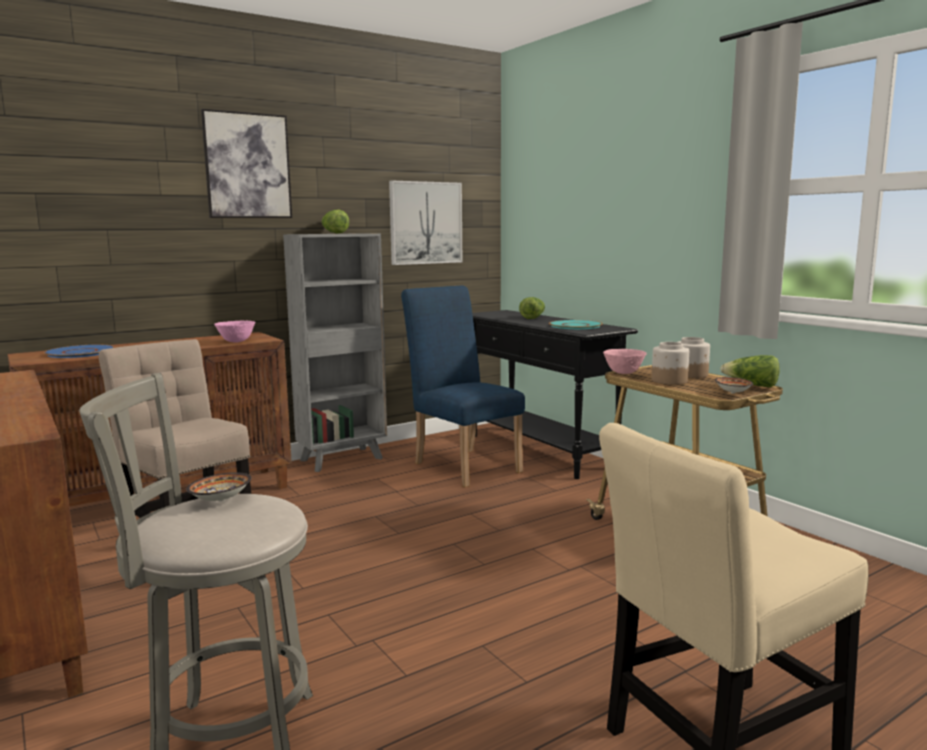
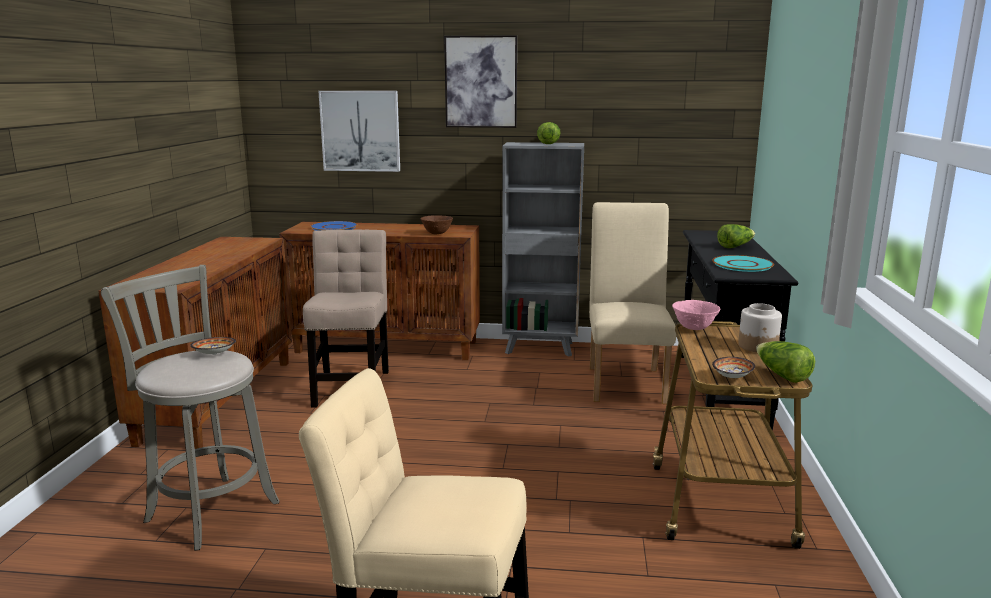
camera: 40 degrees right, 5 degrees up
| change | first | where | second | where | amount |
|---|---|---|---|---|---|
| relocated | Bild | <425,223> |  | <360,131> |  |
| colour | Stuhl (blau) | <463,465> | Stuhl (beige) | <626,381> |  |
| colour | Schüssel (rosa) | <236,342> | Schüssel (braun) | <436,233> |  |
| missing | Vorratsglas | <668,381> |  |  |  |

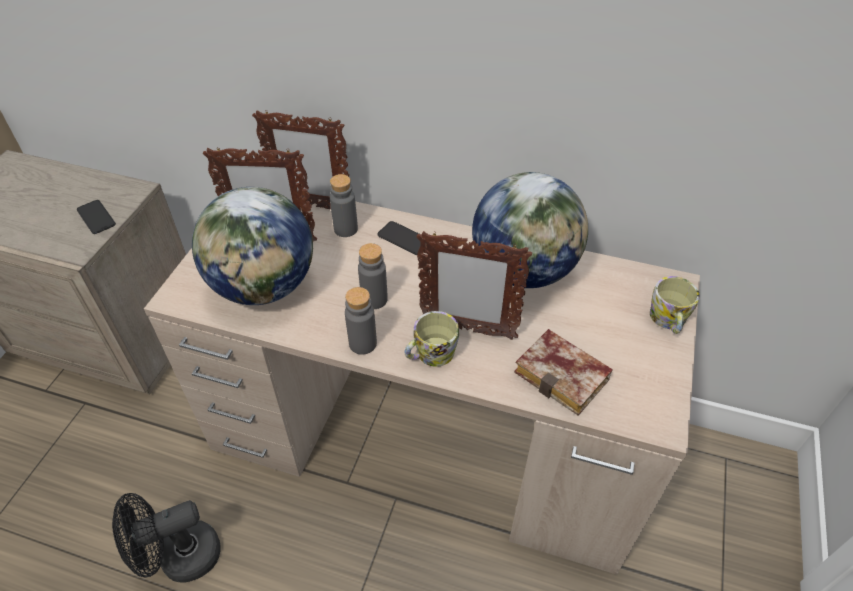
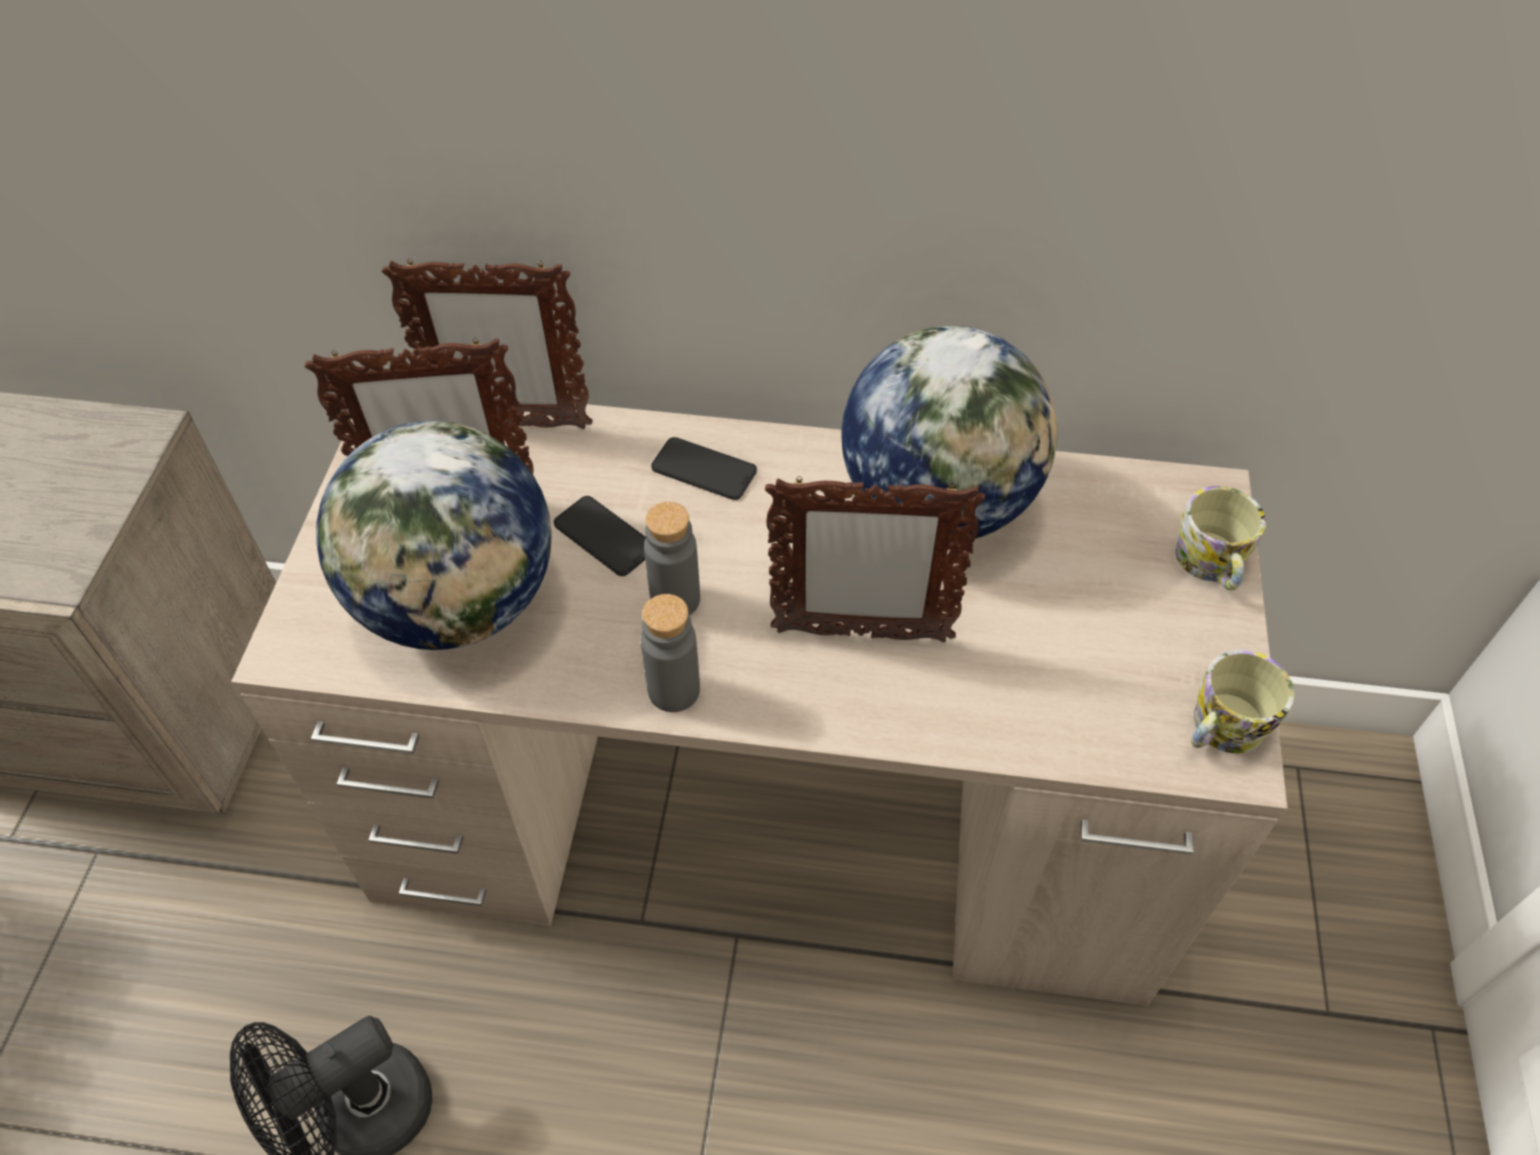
camera: 10 degrees left, 5 degrees up
| change | first | where | second | where | amount |
|---|---|---|---|---|---|
| missing | Flasche (grau) | <346,229> |  |  |  |
| relocated | Handy | <96,217> |  | <604,536> |  |
| relocated | Henkelbecher | <430,354> |  | <1220,730> |  |
| missing | Buch | <565,376> |  |  |  |

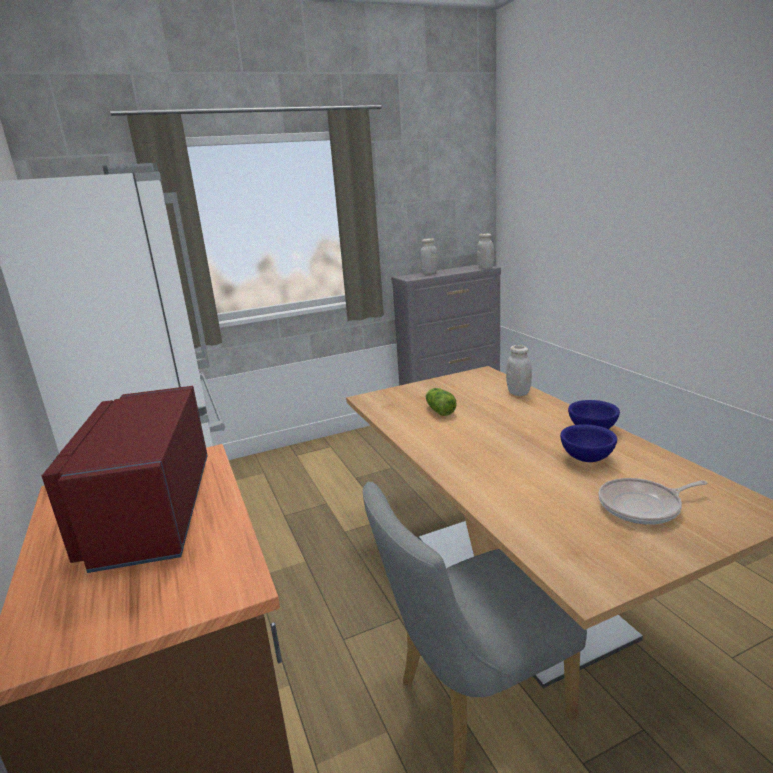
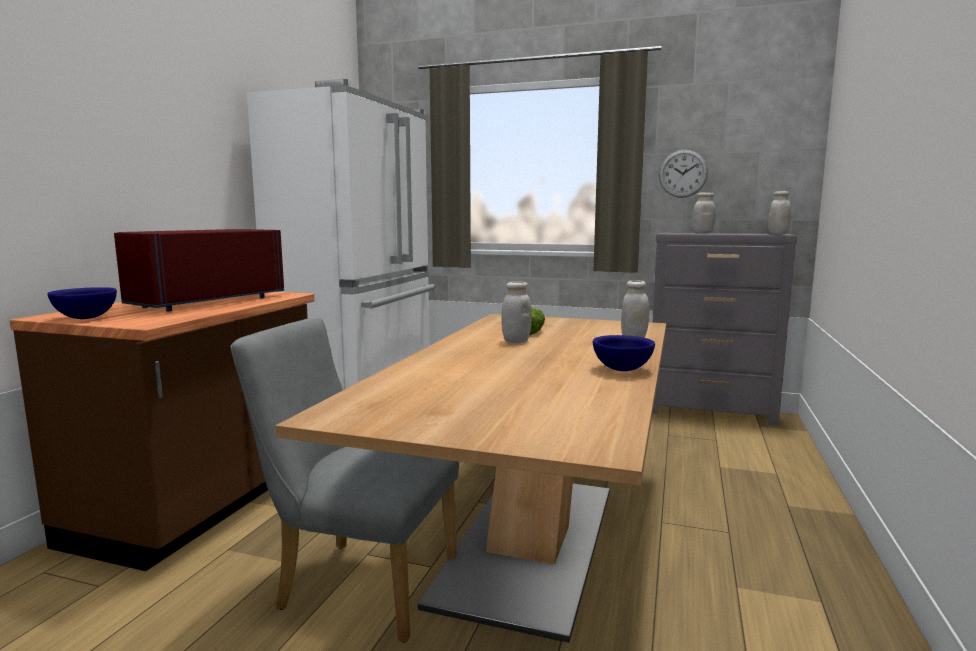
camera: 40 degrees right, 10 degrees down
| change | first | where | second | where | amount |
|---|---|---|---|---|---|
| relocated | Schüssel (blau) | <586,458> |  | <87,318> |  |
| missing | Pfanne | <643,506> |  |  |  |
| appeared |  |  | Wanduhr | <683,173> |  |
| appeared |  |  | Vorratsglas (weiß) | <516,341> |  |

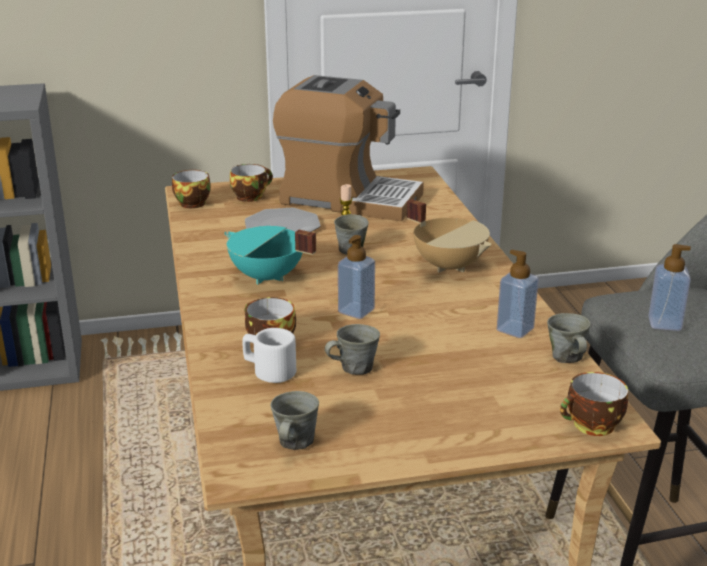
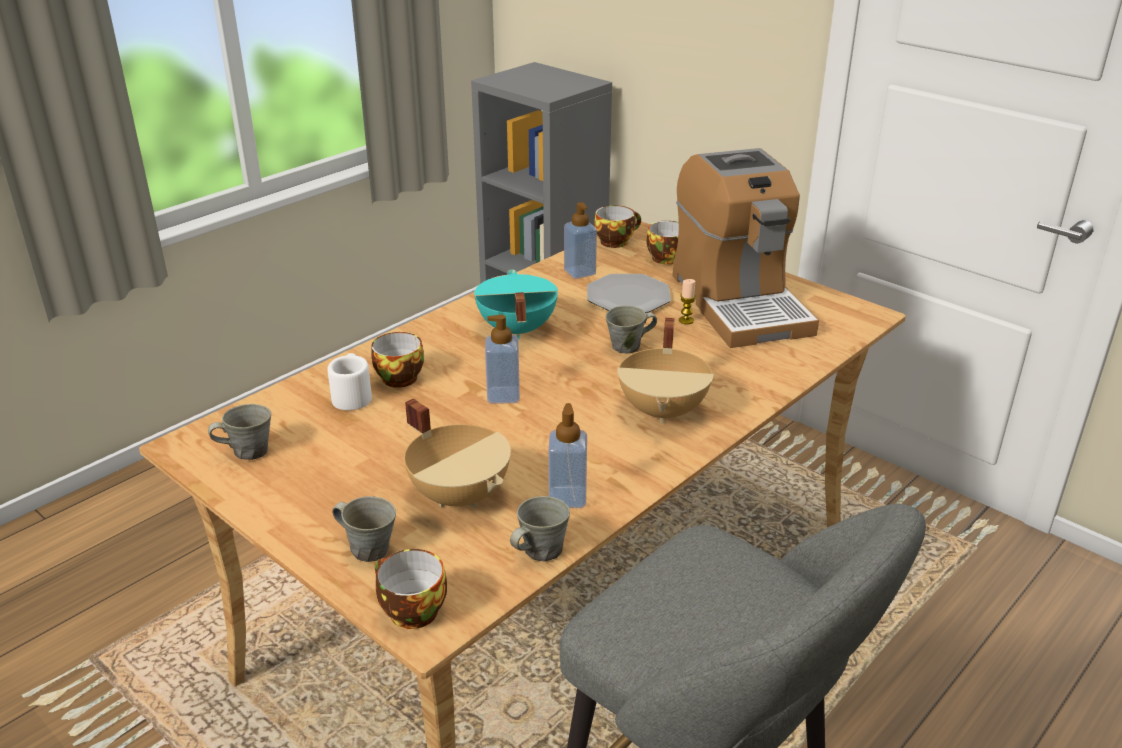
camera: 55 degrees right, 5 degrees up
| change | first | where | second | where | amount |
|---|---|---|---|---|---|
| relocated | Seifenspender | <664,323> |  | <579,272> |  |
| relocated | Henkelbecher (grau) | <354,368> |  | <368,548> |  |
| appeared |  |  | Kochtopf (beige) | <461,494> |  |

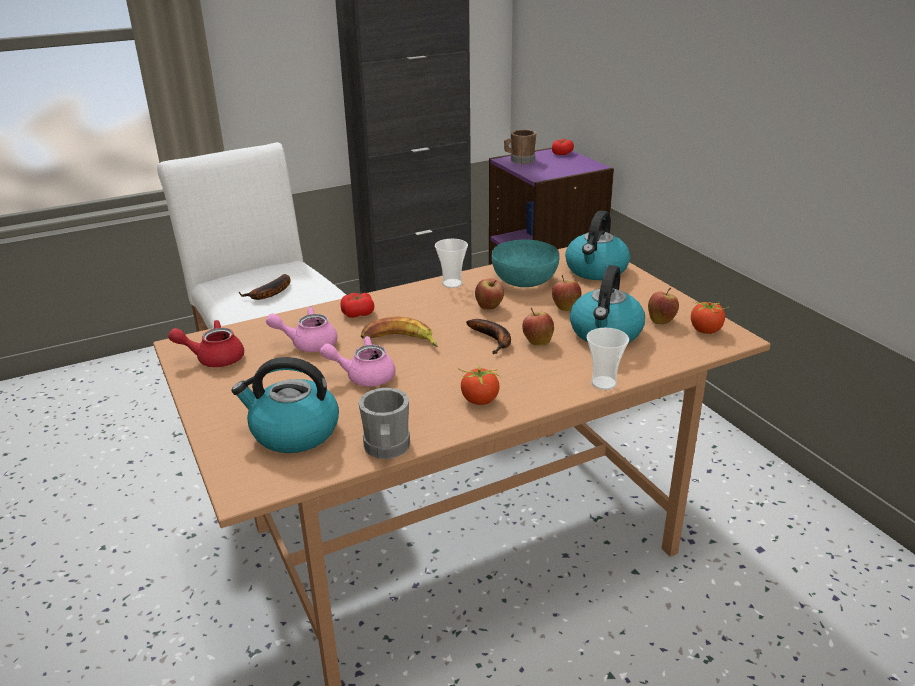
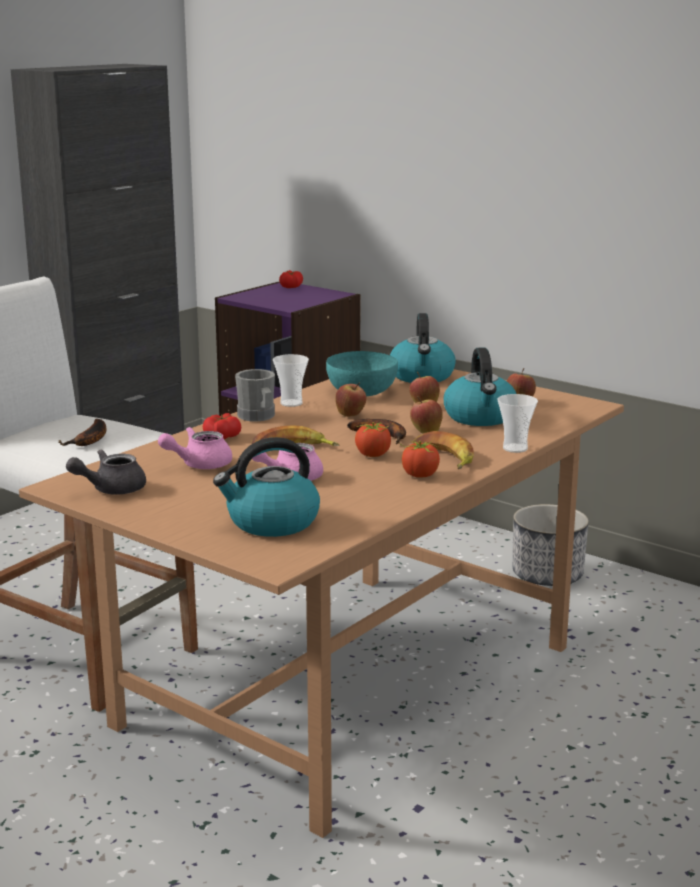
camera: 25 degrees left, 10 degrees down
| change | first | where | second | where | amount |
|---|---|---|---|---|---|
| missing | Henkelbecher (braun) | <519,161> |  |  |  |
| relocated | Tomate | <706,330> |  | <373,455> |  |
| colour | Teekanne (rot) | <214,358> | Teekanne (grau) | <111,489> |  |
| relocated | Henkelbecher (grau) | <387,449> |  | <258,417> |  |
| appeared |  |  | Banane | <443,458> |  |
| appeared |  |  | Pflanzkübel | <548,575> |  |

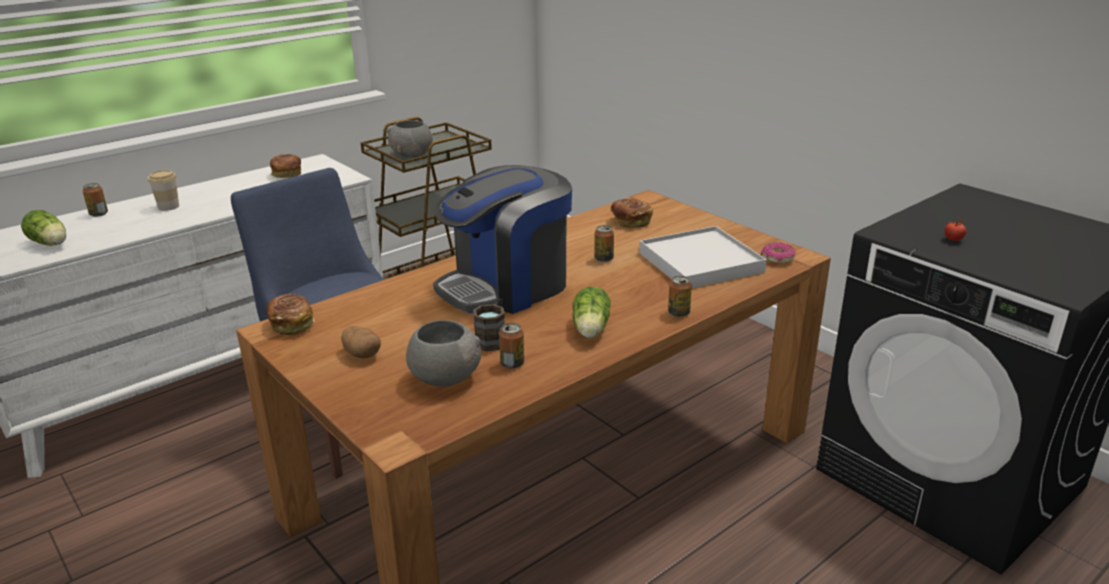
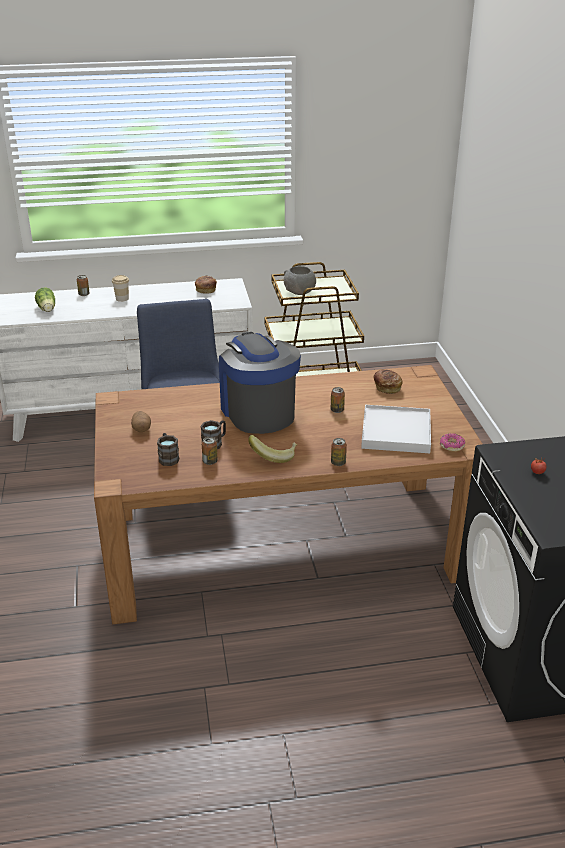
camera: 30 degrees right, 5 degrees up
| change | first | where | second | where | amount |
|---|---|---|---|---|---|
| spun | Kaffeemaschine | <506,287> |  | <258,411> | 75 degrees clockwise |
| exchanged | Salatkopf | <590,330> | Banane | <274,456> |  |
| missing | Brot | <292,324> |  |  |  |
| exchanged | Schüssel (grau) | <444,378> | Henkelbecher (braun) | <168,457> |  |

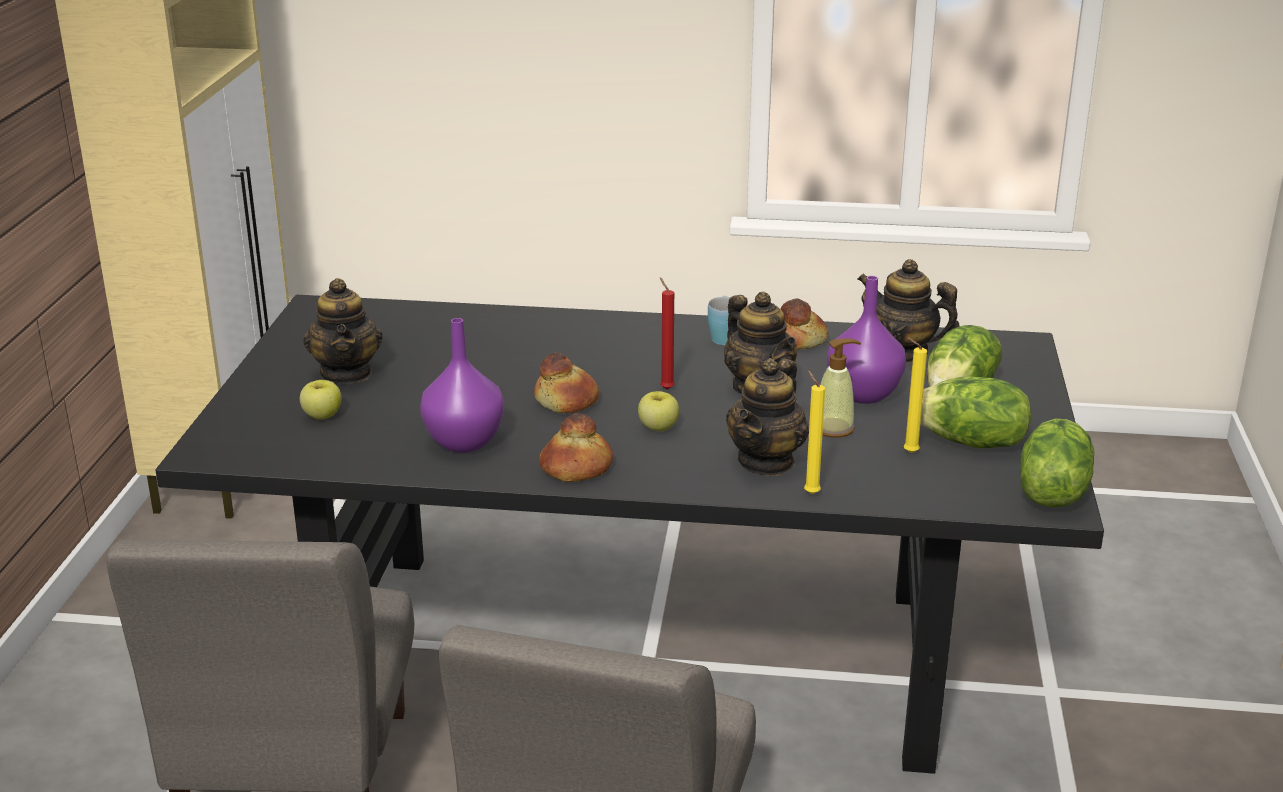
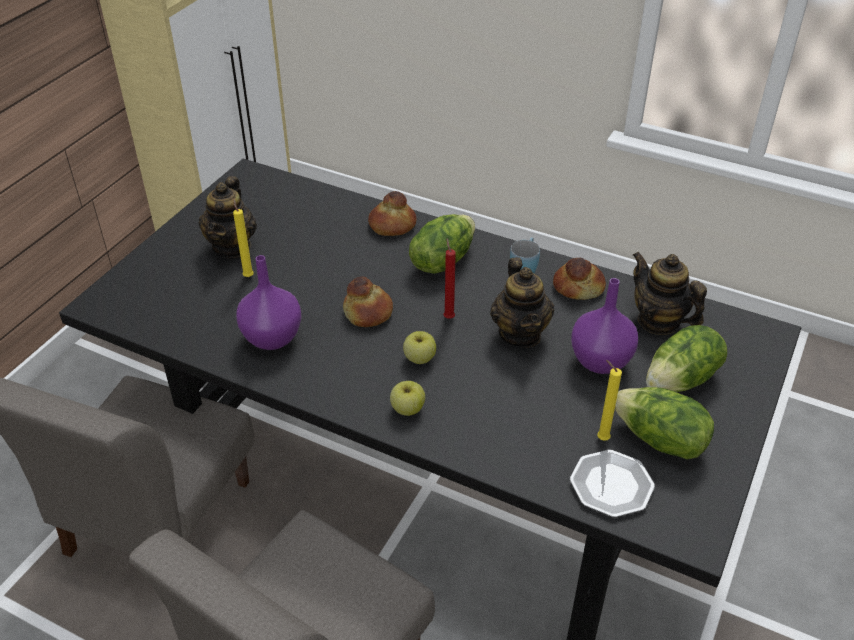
camera: 20 degrees right, 15 degrees up
| change | first | where | second | where | amount |
|---|---|---|---|---|---|
| missing | Seifenspender | <834,428> |  |  |  |
| missing | Teekanne | <766,461> |  |  |  |
| relocated | Kerze (gelb) | <810,493> |  | <248,275> |  |
| relocated | Apfel | <322,415> |  | <407,409> |  |
| relocated | Brot | <576,468> |  | <392,225> |  |
| relocated | Salatkopf | <1051,491> |  | <442,260> |  |
| appeared |  |  | Teller | <610,485> |  |

